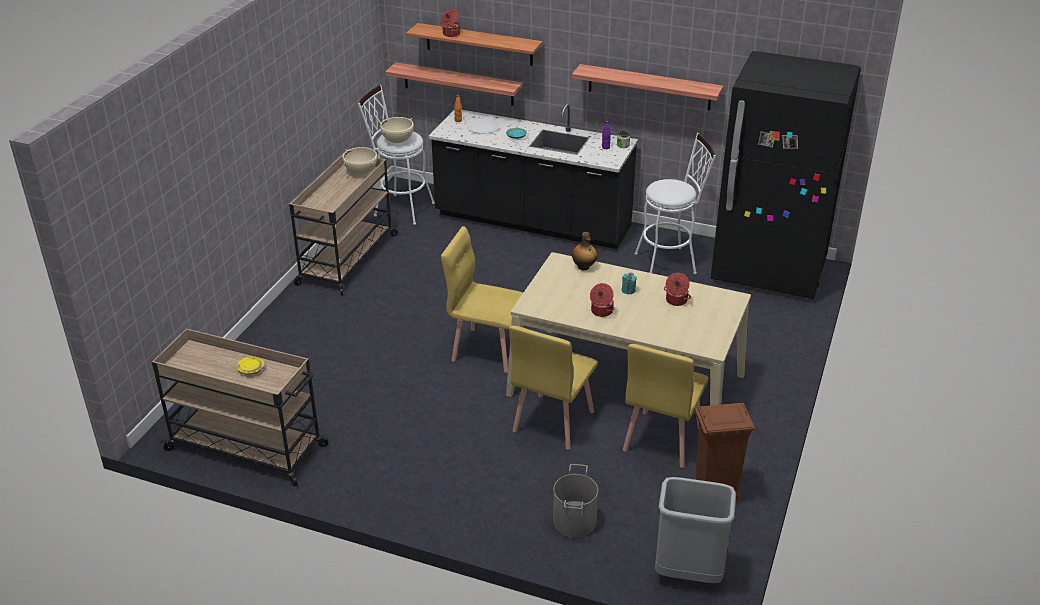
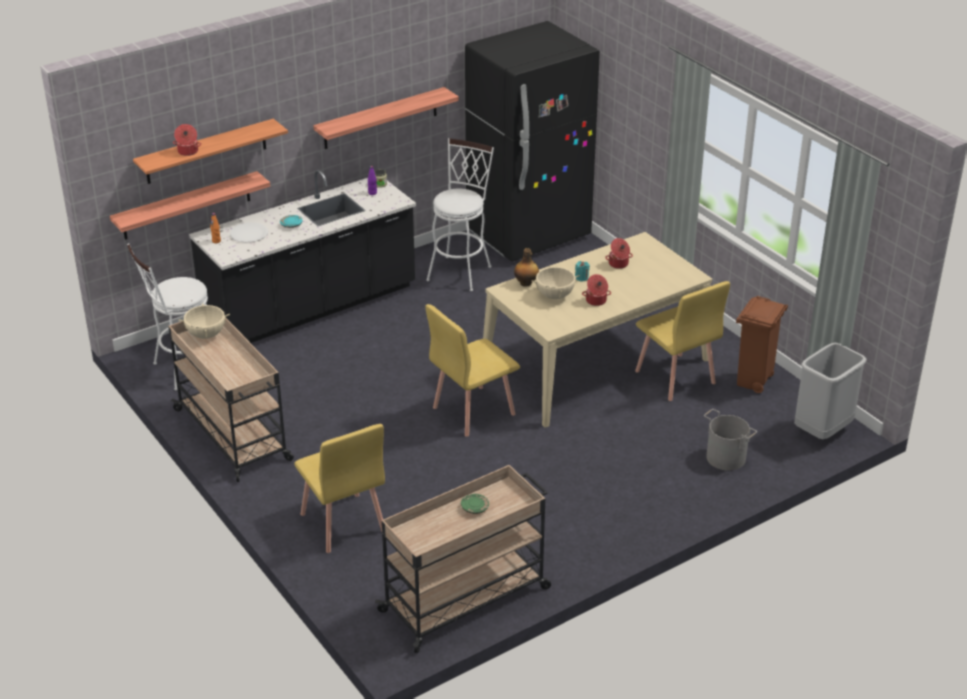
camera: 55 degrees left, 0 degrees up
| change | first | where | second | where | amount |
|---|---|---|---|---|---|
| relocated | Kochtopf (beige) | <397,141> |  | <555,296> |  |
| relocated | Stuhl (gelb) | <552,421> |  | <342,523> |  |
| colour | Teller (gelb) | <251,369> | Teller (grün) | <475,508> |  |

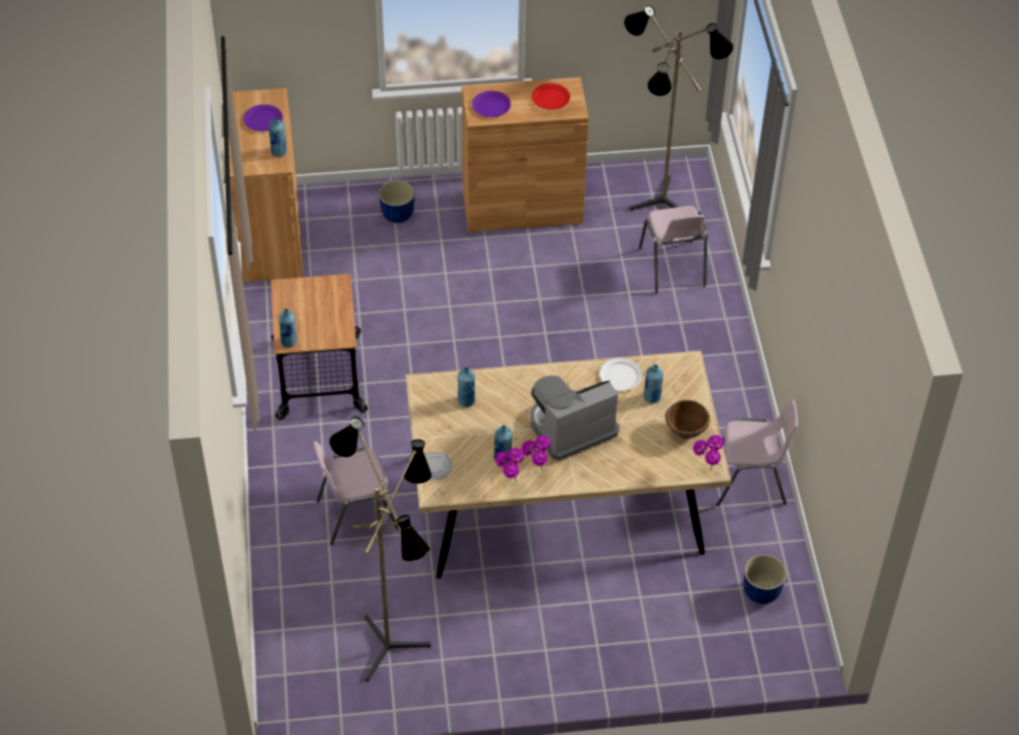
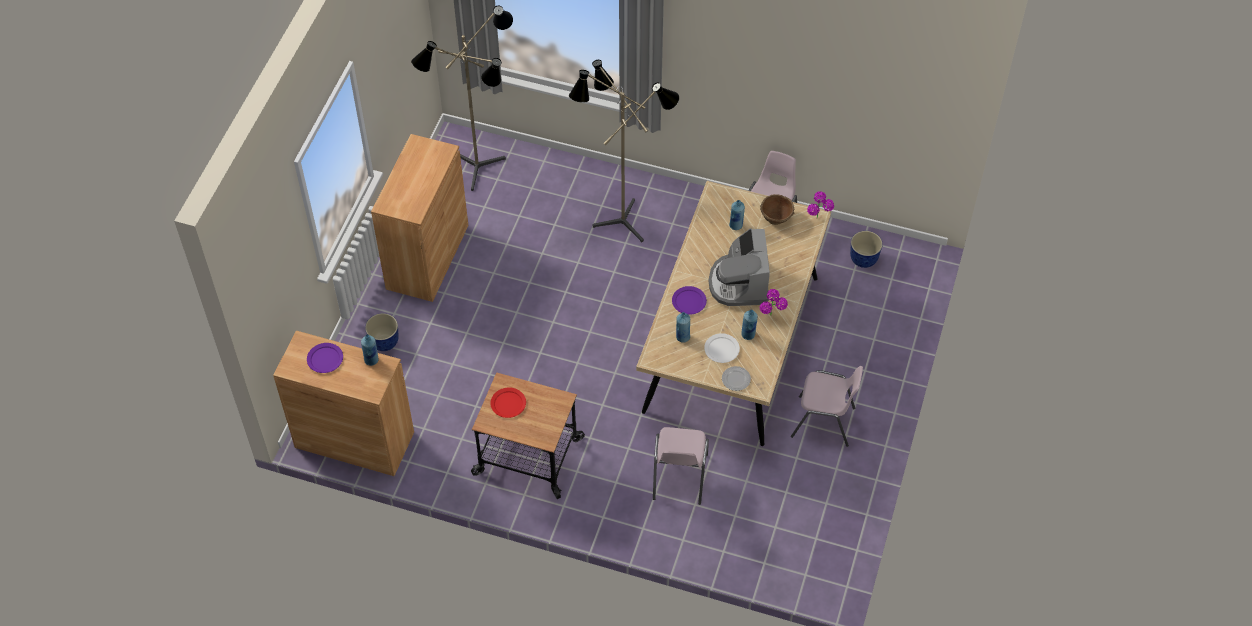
camera: 65 degrees left, 5 degrees up
| change | first | where | second | where | amount |
|---|---|---|---|---|---|
| relocated | Teller (rot) | <550,98> |  | <508,403> |  |
| relocated | Teller (lila) | <491,105> |  | <688,301> |  |
| relocated | Stuhl (rosa) | <672,268> |  | <824,422> |  |
| missing | Flasche (blau) | <289,342> |  |  |  |
| relocated | Teller (weiß) | <620,376> |  | <721,349> |  |
| relocated | Stehlampe | <395,643> |  | <621,218> |  |
| missing | Topfpflanze | <509,485> |  |  |  |

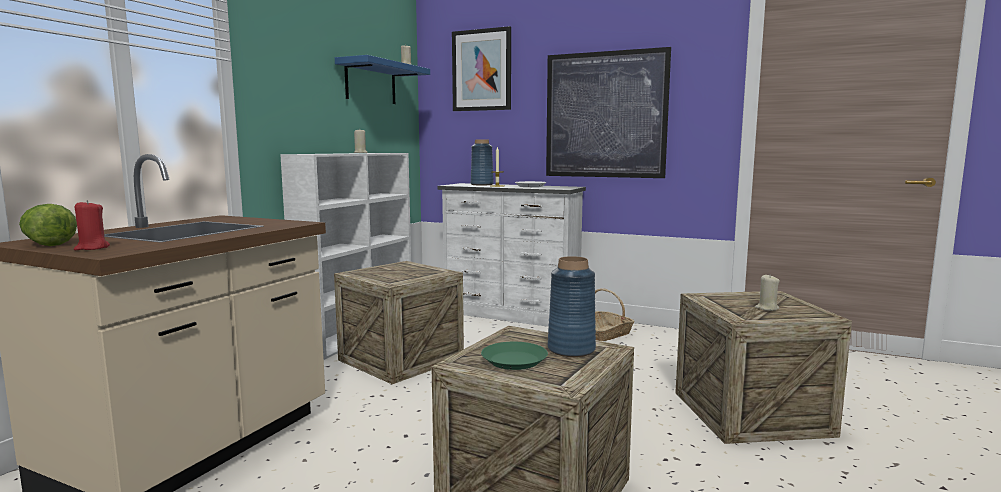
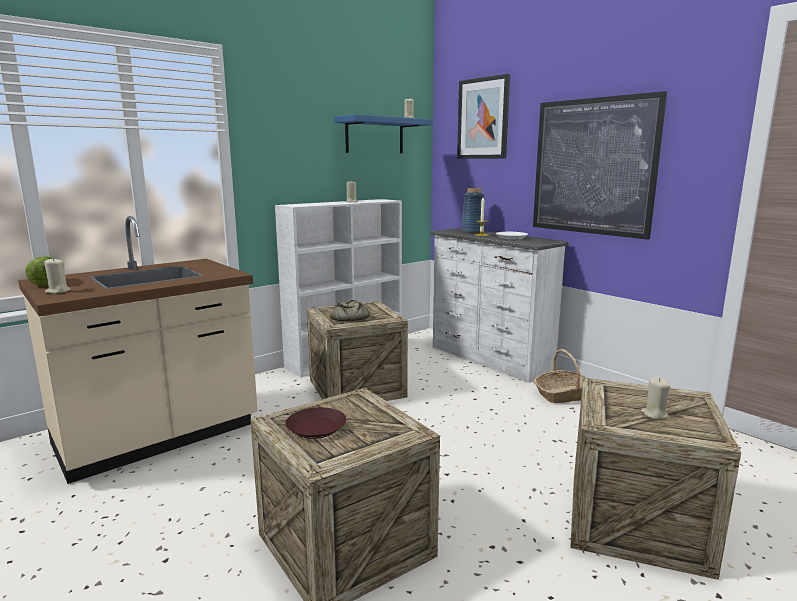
camera: 25 degrees right, 5 degrees up
| change | first | where | second | where | amount |
|---|---|---|---|---|---|
| colour | Kerze (rot) | <92,248> | Kerze (beige) | <58,291> |  |
| missing | Vase (blau) | <571,349> |  |  |  |
| colour | Teller (grün) | <515,361> | Teller (braun) | <317,428> |  |
| appeared |  |  | Brot | <348,318> |  |

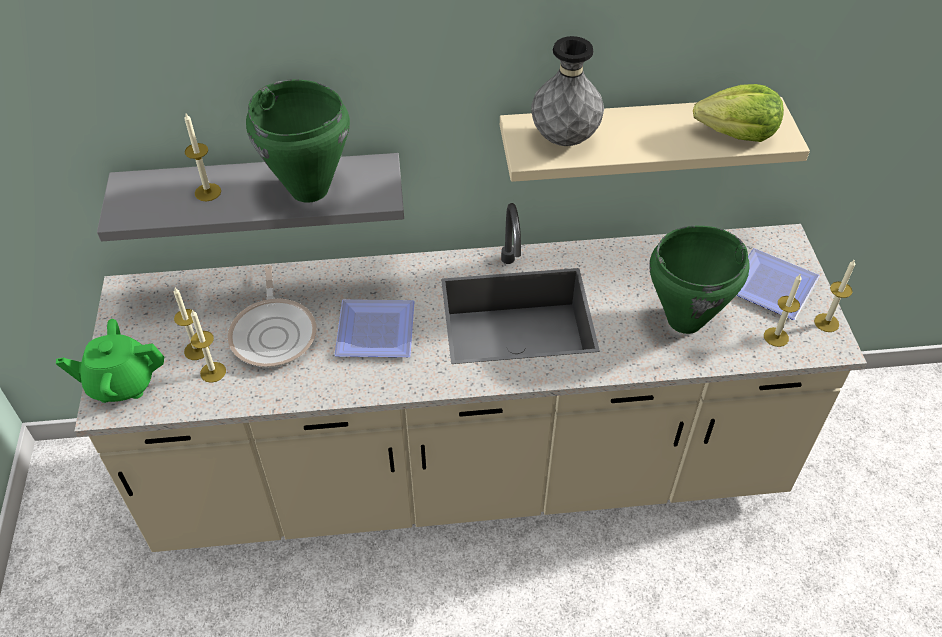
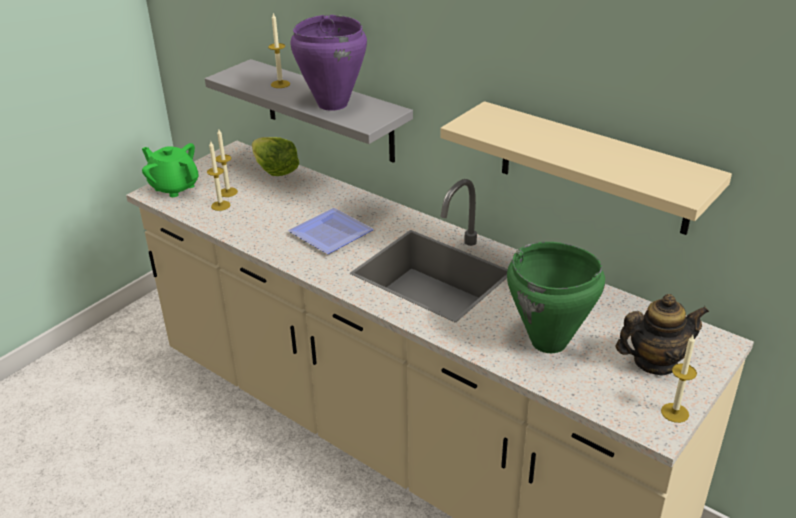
camera: 45 degrees right, 15 degrees down
| change | first | where | second | where | amount |
|---|---|---|---|---|---|
| missing | Vase (grau) | <564,139> |  |  |  |
| colour | Kochtopf (grün) | <309,190> | Kochtopf (lila) | <332,104> |  |
| relocated | Salatkopf | <737,133> |  | <275,170> |  |
| exchanged | Teller | <768,287> | Teekanne | <655,362> |  |
| missing | Pfanne | <274,333> |  |  |  |
| missing | Kerze | <776,337> |  |  |  |

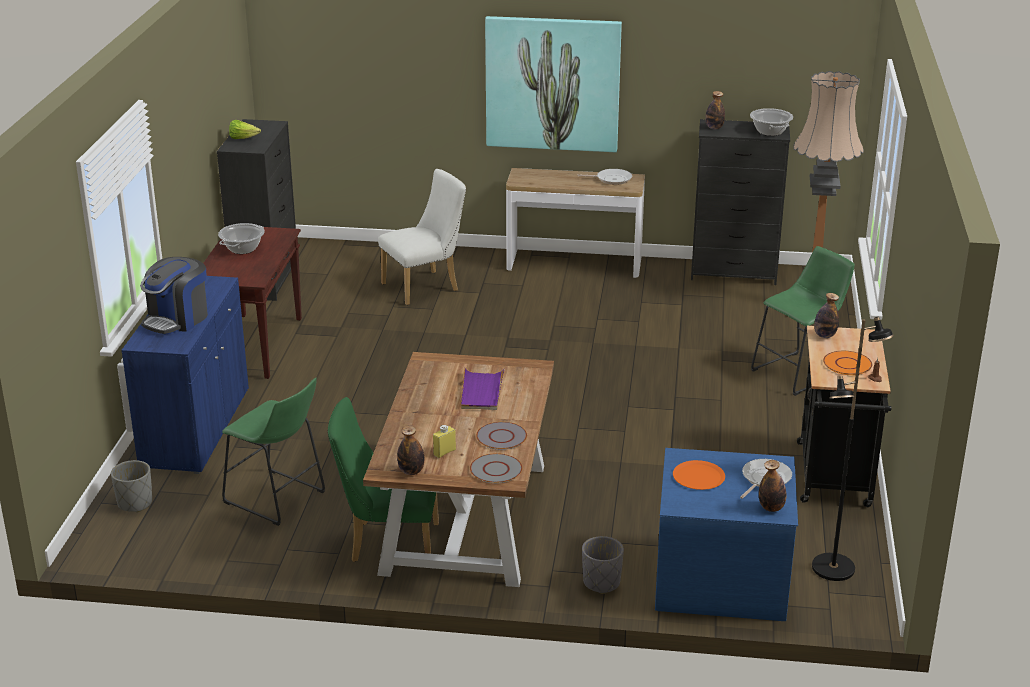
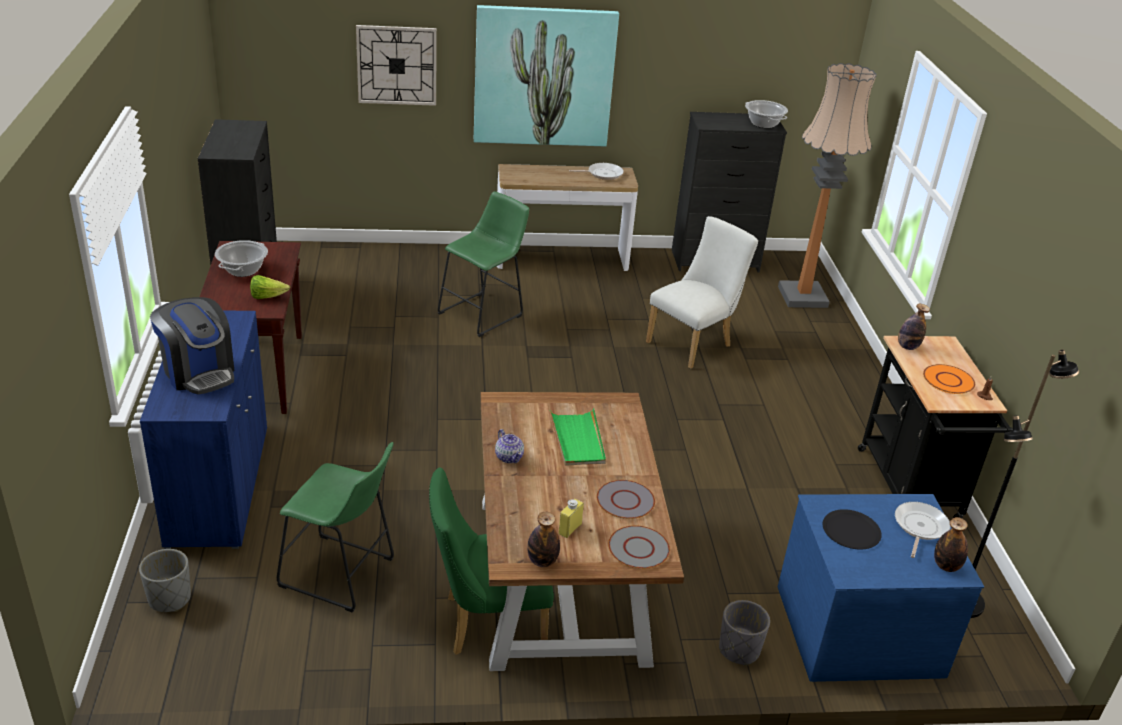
camera: 15 degrees left, 5 degrees up
| change | first | where | second | where | amount |
|---|---|---|---|---|---|
| missing | Flasche | <714,128> |  |  |  |
| relocated | Salatkopf | <243,138> |  | <267,297> |  |
| relocated | Stuhl (weiß) | <425,286> |  | <693,343> |  |
| relocated | Hocker (grün) | <800,372> |  | <484,313> |  |
| spun | Kaffeemaschine | <177,319> |  | <198,372> | 60 degrees counterclockwise |
| colour | Tablett (lila) | <481,391> | Tablett (grün) | <578,440> |  |
| colour | Teller (orange) | <698,476> | Teller (schwarz) | <851,530> |  |
| appeared |  |  | Wanduhr | <397,65> |  |
| appeared |  |  | Teekanne | <509,457> |  |

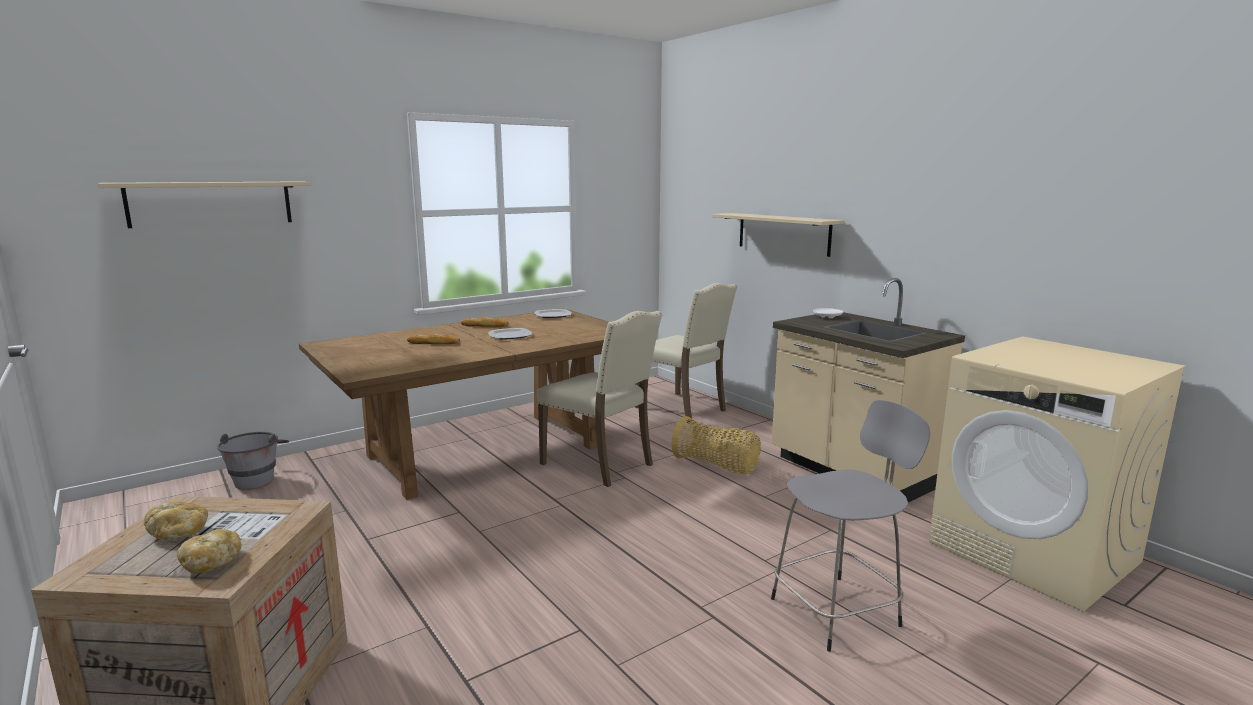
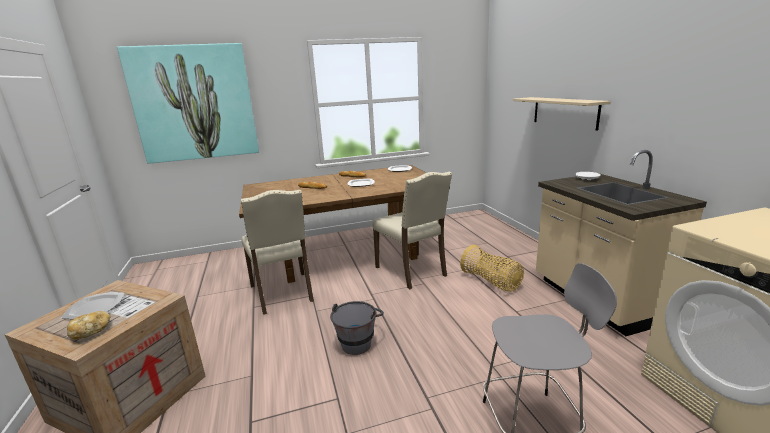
camera: 20 degrees right, 5 degrees up
| change | first | where | second | where | amount |
|---|---|---|---|---|---|
| exchanged | Wandregal (beige) | <211,203> | Bild | <194,103> |  |
| relocated | Stuhl (beige) | <683,408> |  | <283,293> |  |
| relocated | Eimer (grau) | <258,478> |  | <358,341> |  |
| exchanged | Brot | <179,533> | Teller | <96,307> |  |

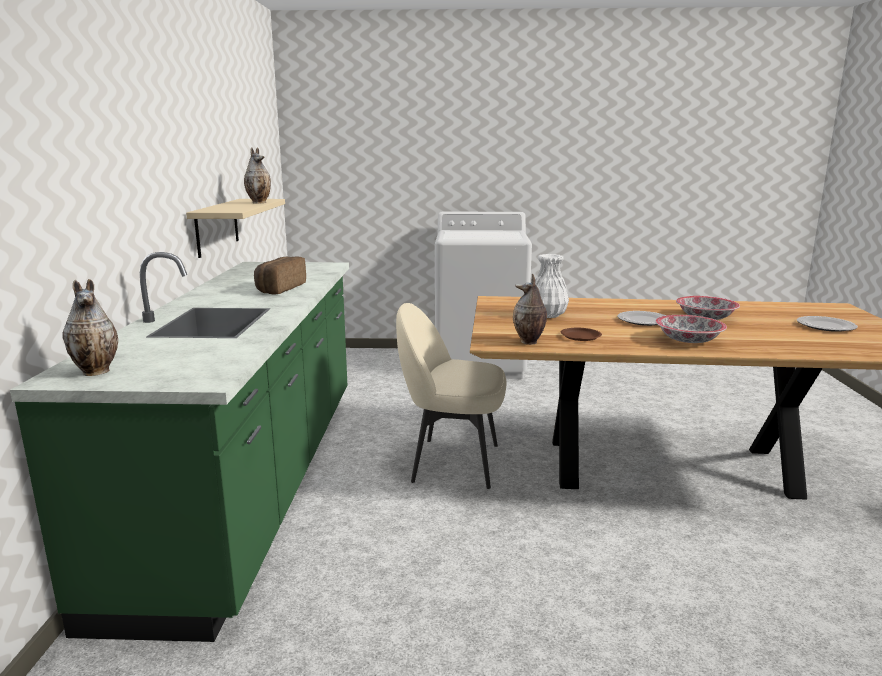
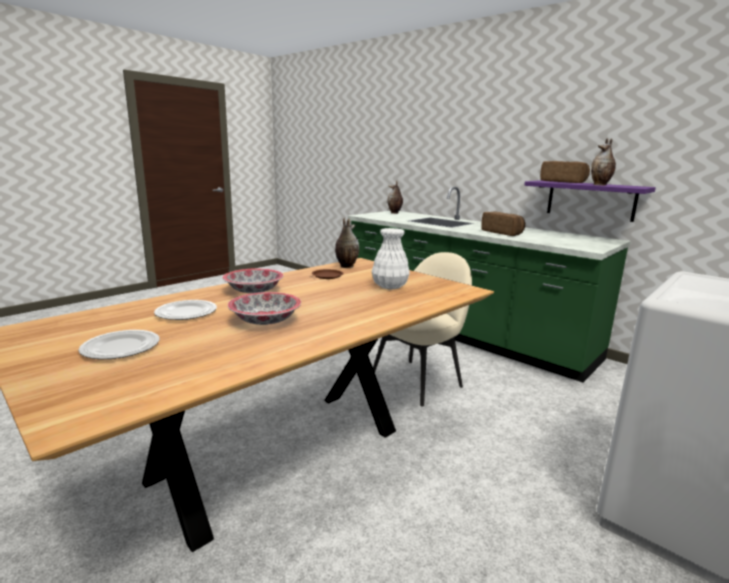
camera: 130 degrees right, 0 degrees up
| change | first | where | second | where | amount |
|---|---|---|---|---|---|
| colour | Wandregal (beige) | <217,227> | Wandregal (lila) | <590,200> |  |
| relocated | Teller | <642,320> |  | <187,312> |  |
| appeared |  |  | Brot | <563,182> |  |

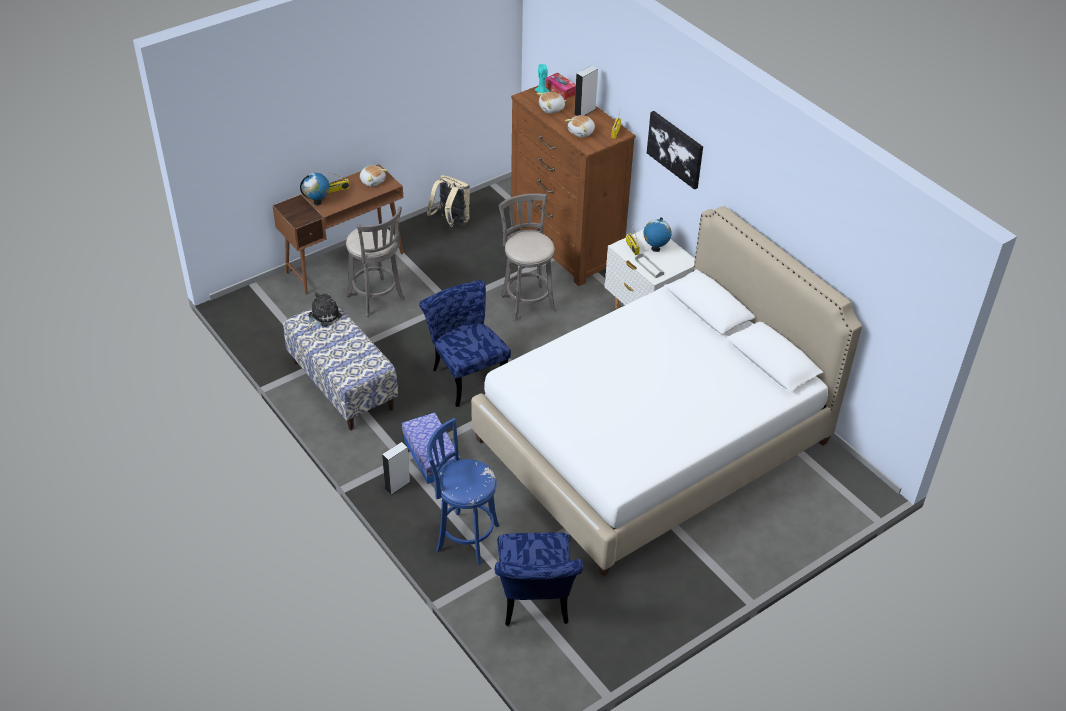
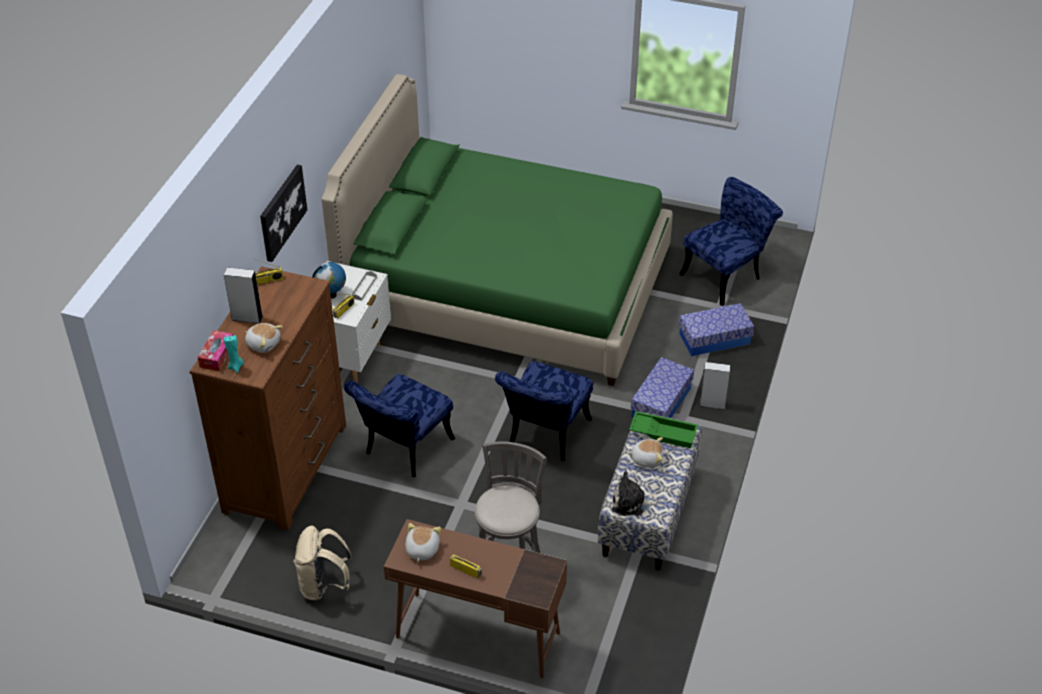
camera: 125 degrees left, 0 degrees up
| change | first | where | second | where | amount |
|---|---|---|---|---|---|
| relocated | Plüschtier | <581,132> |  | <646,459> |  |
| missing | Globus | <317,202> |  |  |  |
| exchanged | Hocker (grau) | <527,301> | Stuhl (blau) | <403,450> |  |
| colour | Bett (weiß) | <652,441> | Bett (grün) | <506,288> |  |
| exchanged | Hocker (blau) | <464,537> | Aufbewahrungsbox | <714,339> |  |
| appeared |  |  | Tablett (grün) | <664,432> |  |

